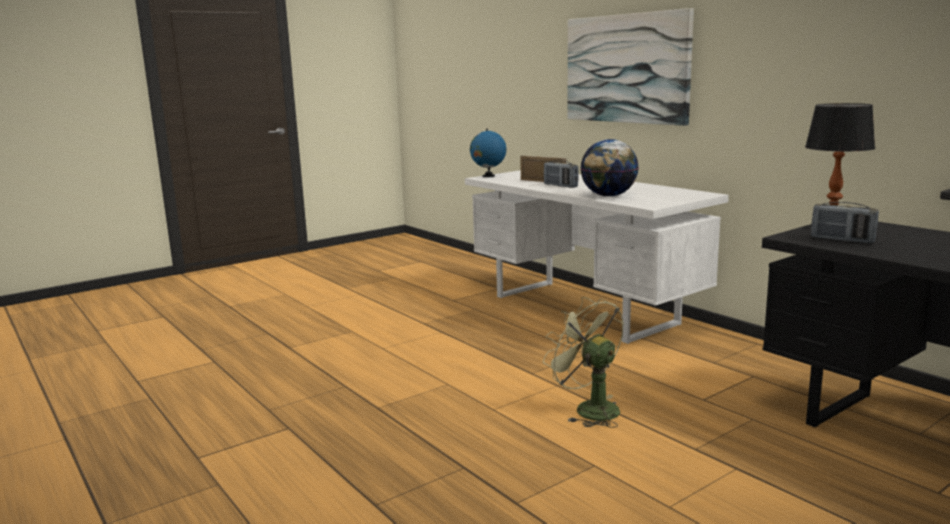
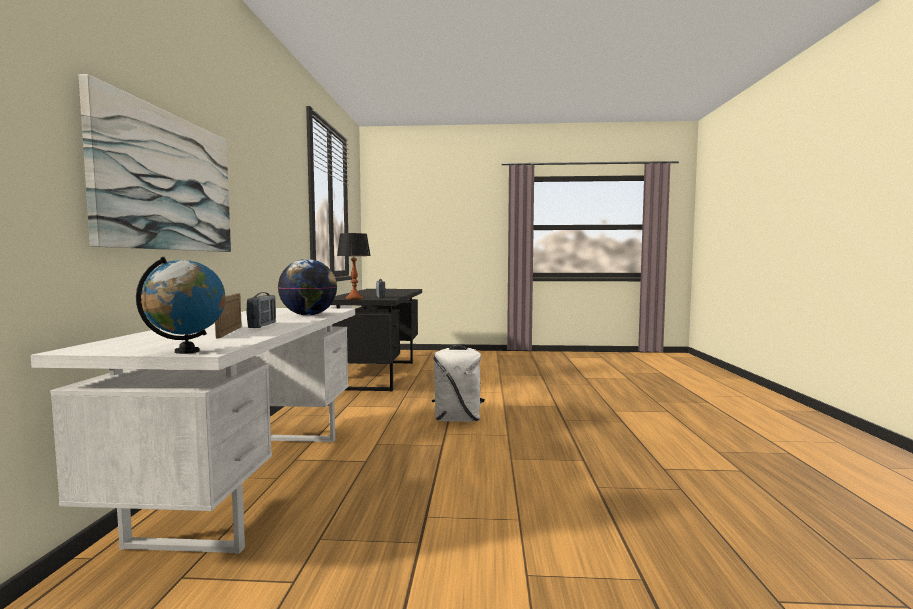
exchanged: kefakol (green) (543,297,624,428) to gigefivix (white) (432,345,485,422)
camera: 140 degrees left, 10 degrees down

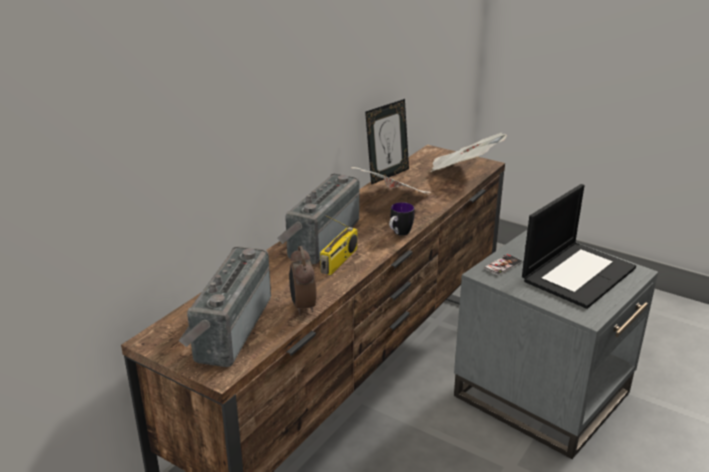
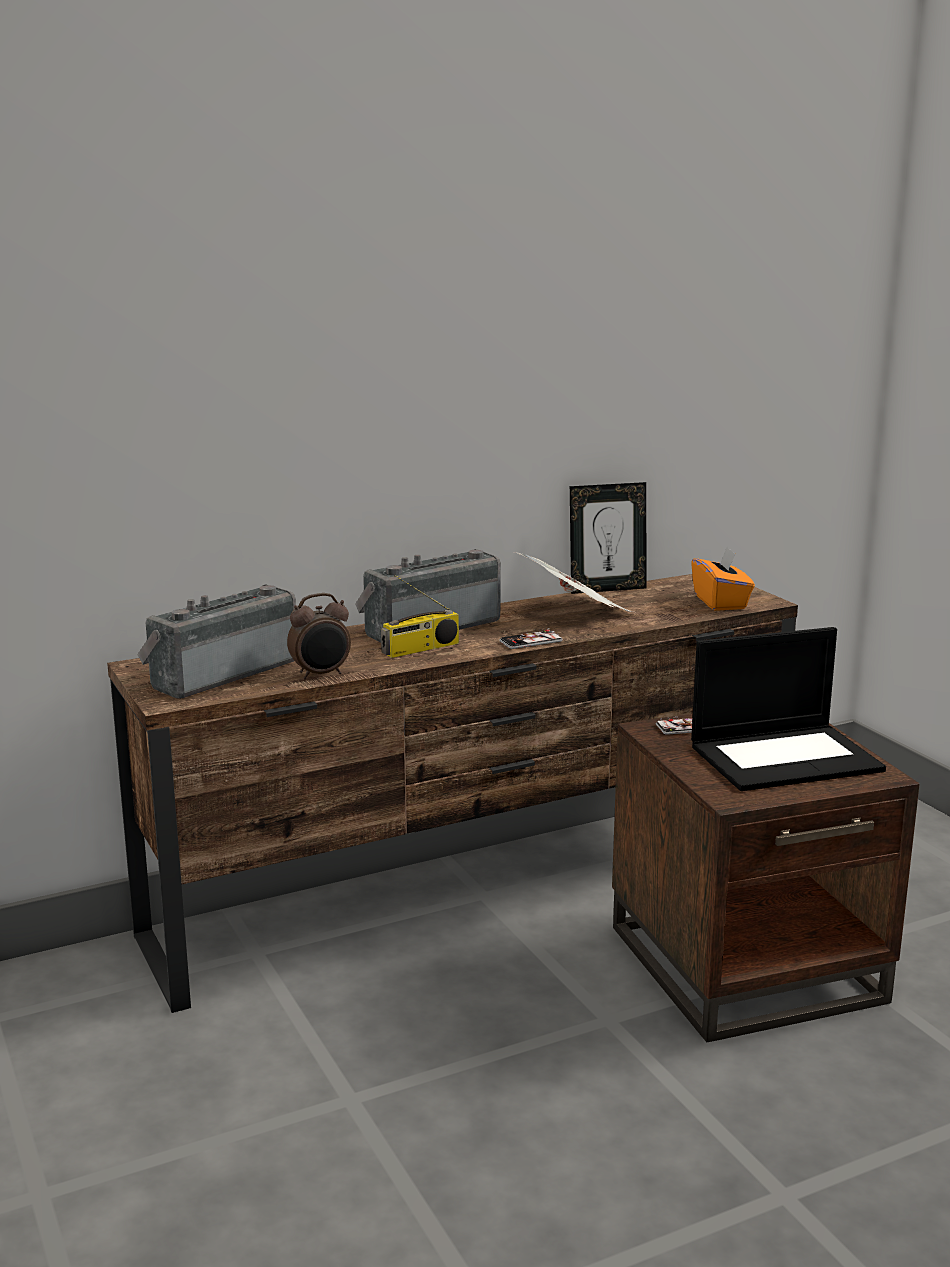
exchanged: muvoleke (389,202,415,236) to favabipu (499,628,563,649); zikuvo (430,132,507,172) to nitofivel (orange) (691,547,755,611)
colour: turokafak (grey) (454,229,658,459) to turokafak (brown) (612,714,920,1042)
spun: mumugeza (289,246,317,315) = (287,593,351,680) 135 degrees counterclockwise
camera: 30 degrees right, 10 degrees down

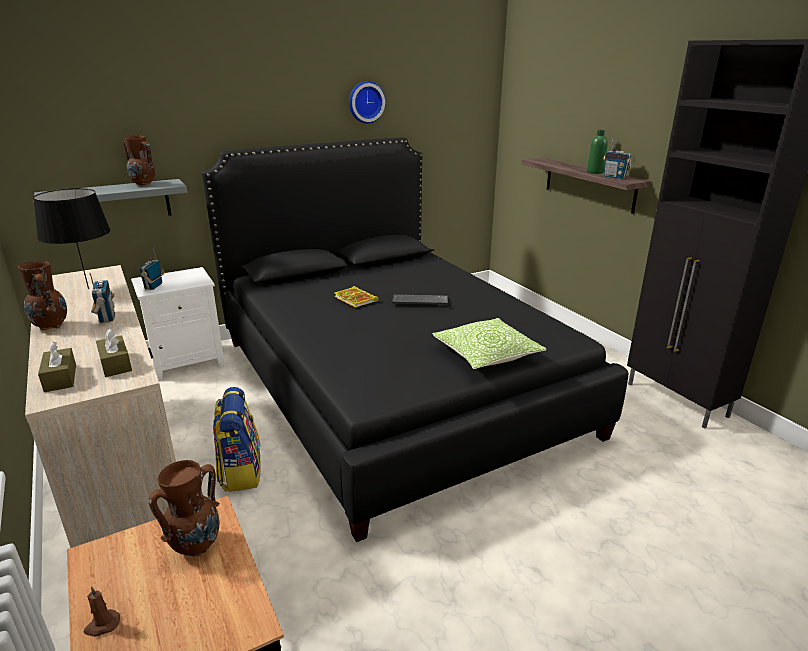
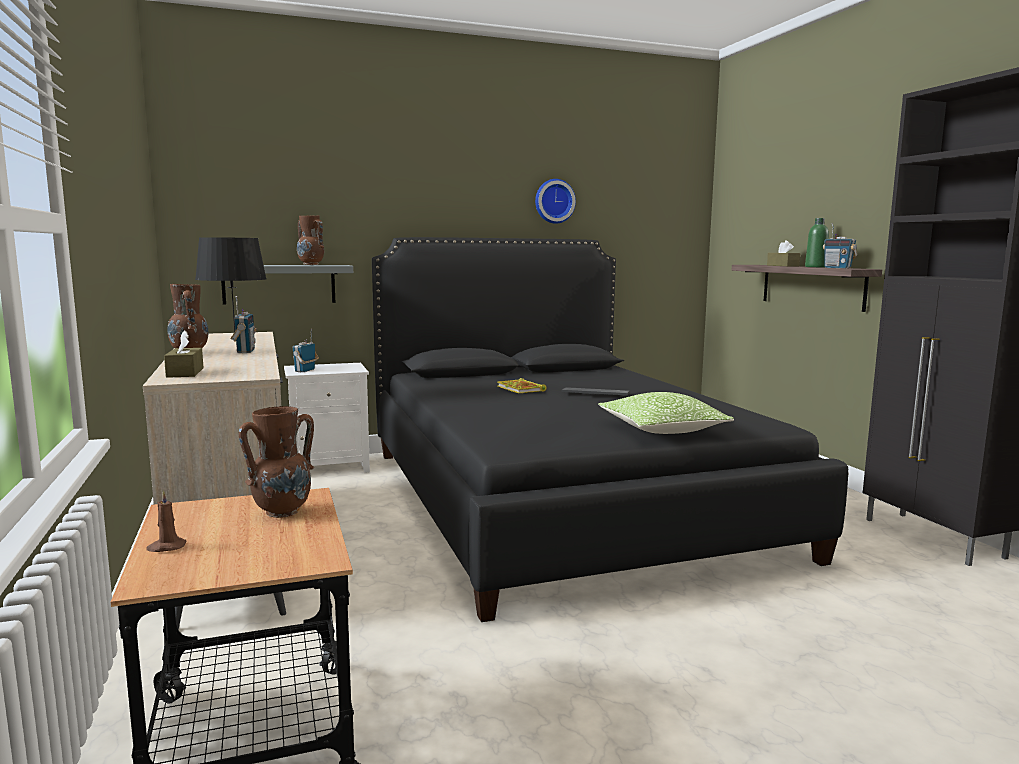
missing: gigefivix (213,387,261,492)
relocated: nitofivel (brown) (96,329,132,377) to (767,240,801,266)
camera: 10 degrees right, 15 degrees down

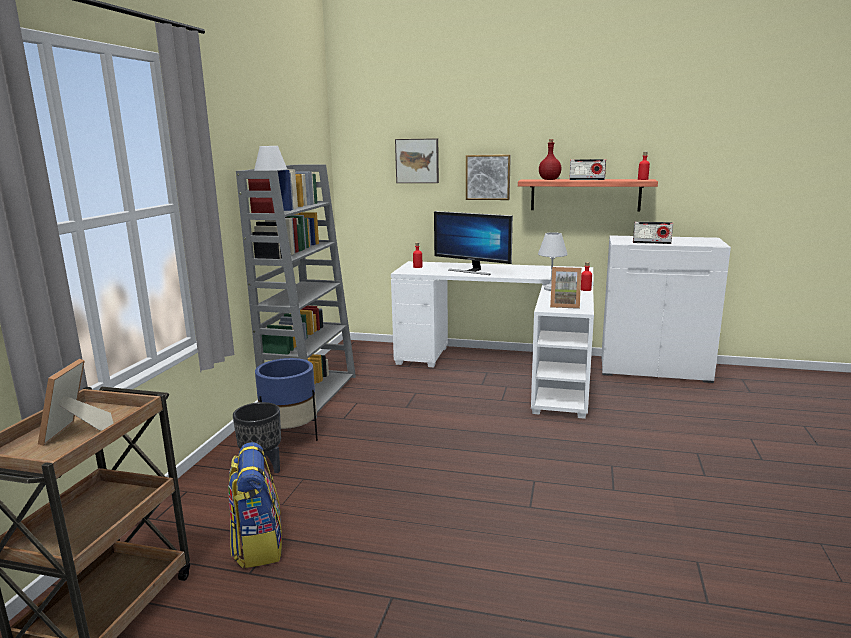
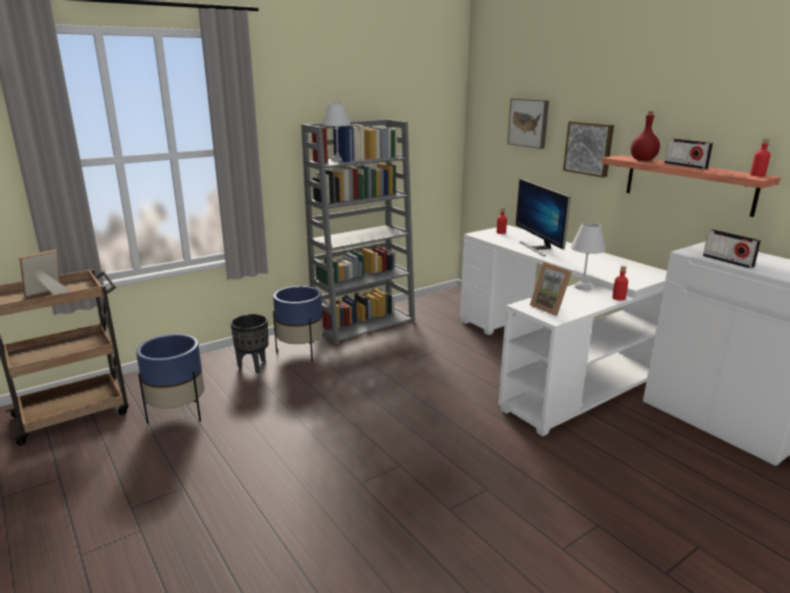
exchanged: gigefivix (228,442,282,568) to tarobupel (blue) (136,334,205,424)
camera: 40 degrees right, 5 degrees up

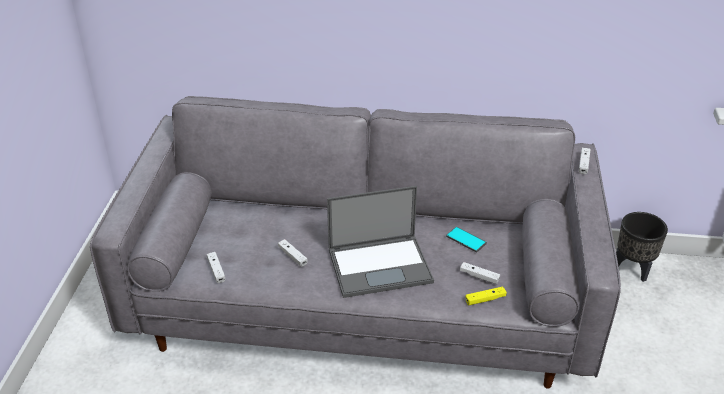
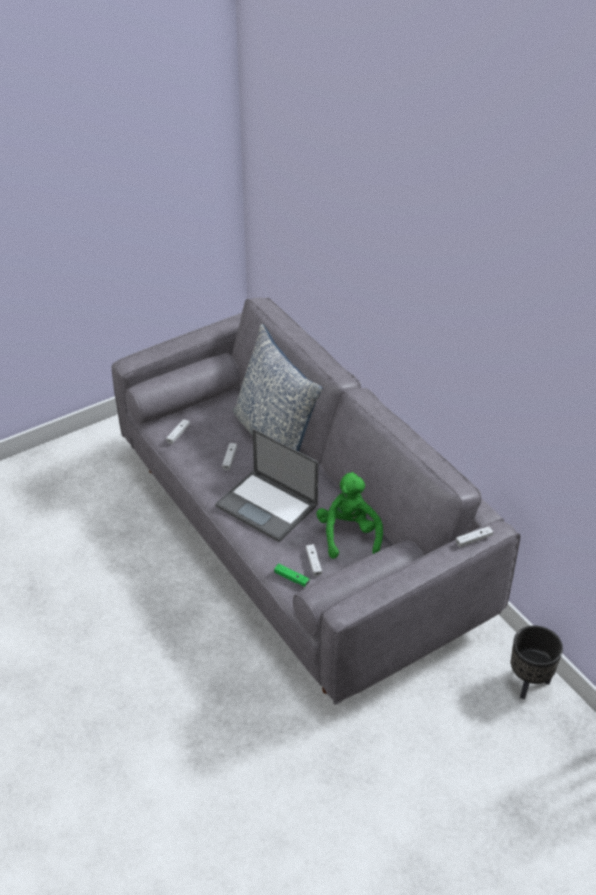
appeared: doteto (233,324,323,451)
exchanged: favabipu (446,227,487,252) to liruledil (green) (316,472,383,559)
colour: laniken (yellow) (465,286,507,305) to laniken (green) (274,564,309,587)
camera: 50 degrees right, 5 degrees up

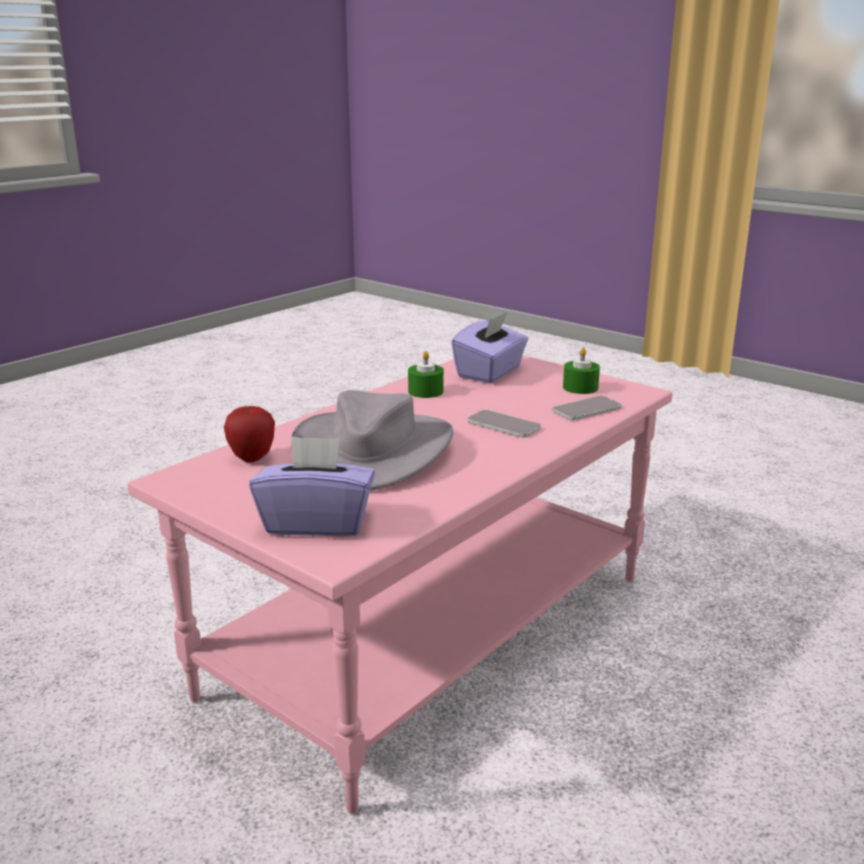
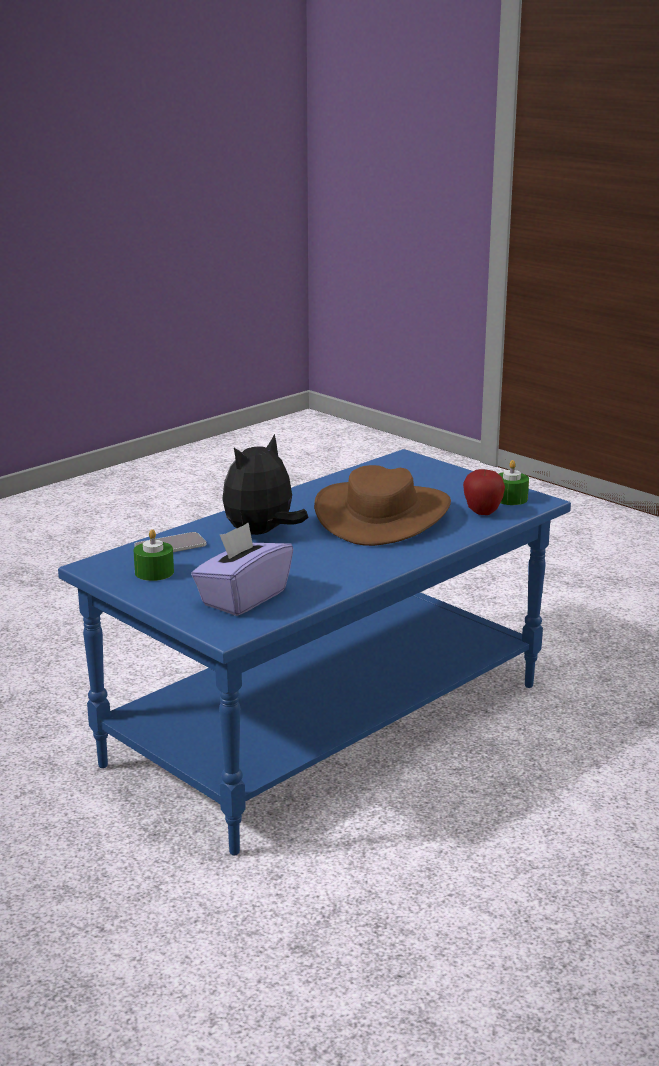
missing: nitofivel (purple) (249,436,375,537)
relocated: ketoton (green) (408,351,444,398) to (499,460,529,505)
exchanged: favabipu (467,409,541,437) to liruledil (222,434,308,535)
colour: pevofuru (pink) (127,355,672,814) to pevofuru (blue) (58,449,571,855); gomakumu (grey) (291,390,454,490) to gomakumu (brown) (314,465,451,546)
camera: 175 degrees left, 0 degrees up

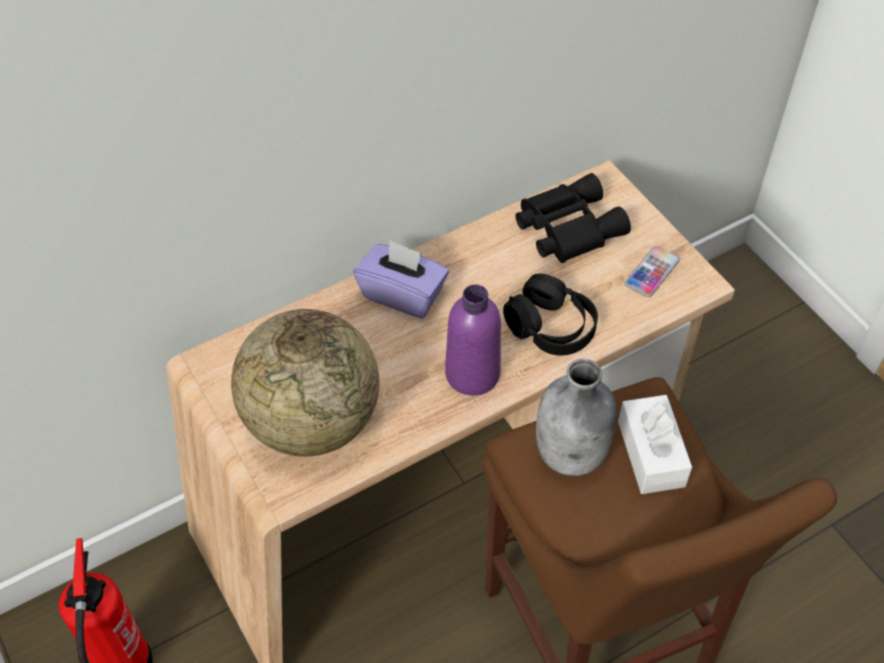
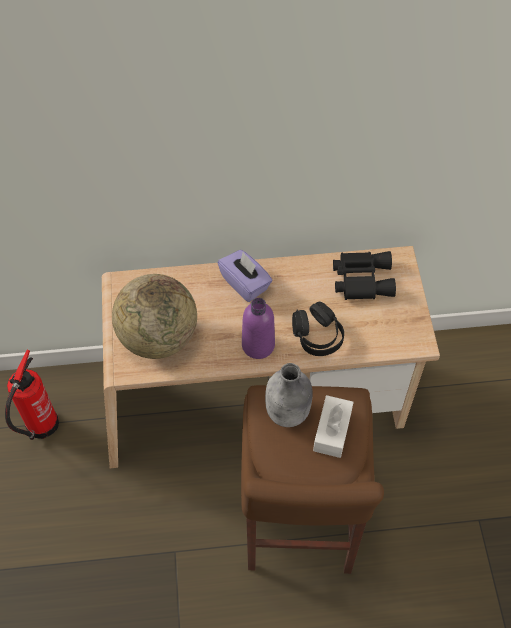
missing: favabipu (625,246,680,297)
camera: 25 degrees right, 5 degrees up

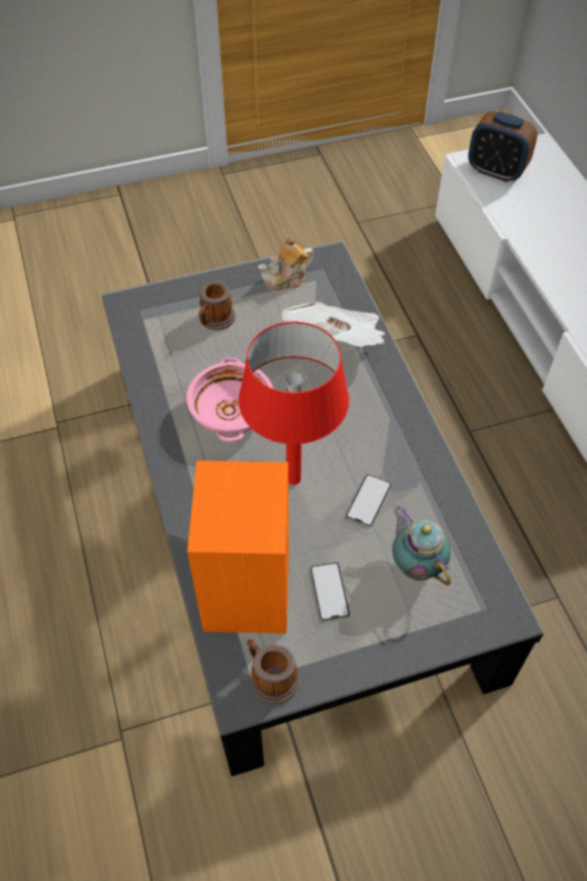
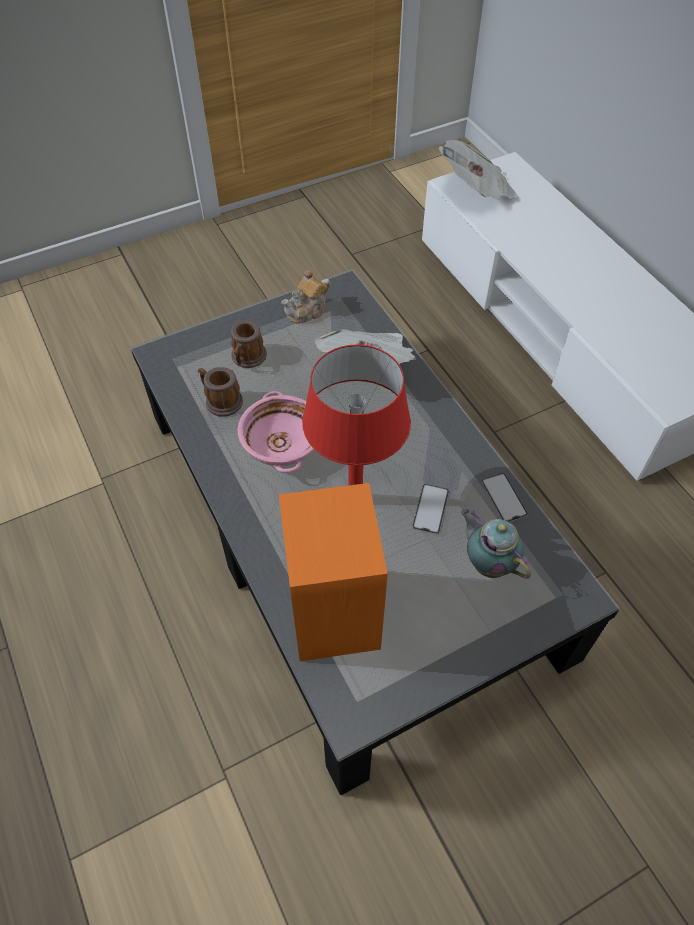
relocated: muvoleke (247,639,299,704) to (198,367,243,417); favabipu (310,562,350,621) to (481,473,528,522)
exchanged: mumugeza (468,111,537,183) to zikuvo (438,140,519,200)
camera: 10 degrees left, 0 degrees up

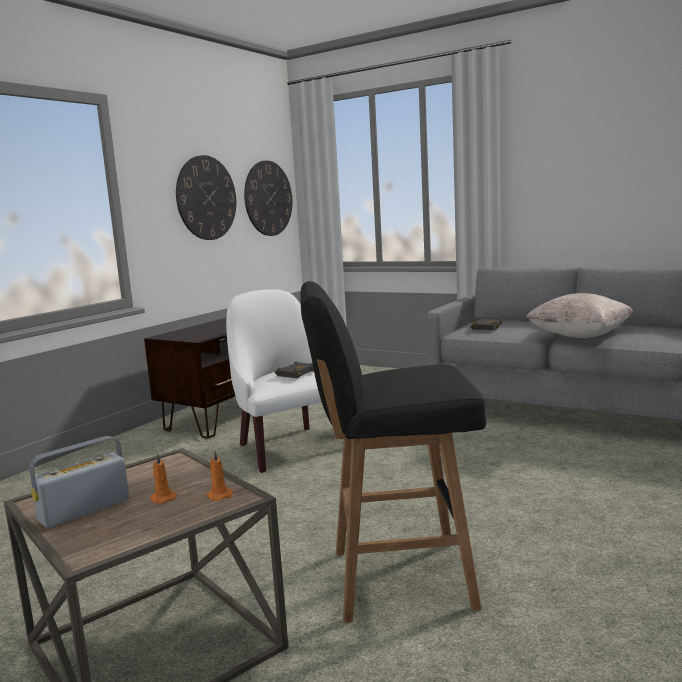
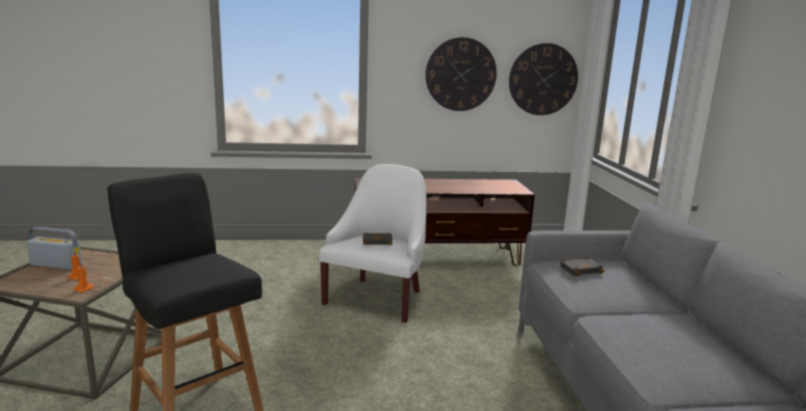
missing: doteto (beige) (526,293,633,338)
camera: 50 degrees right, 5 degrees up

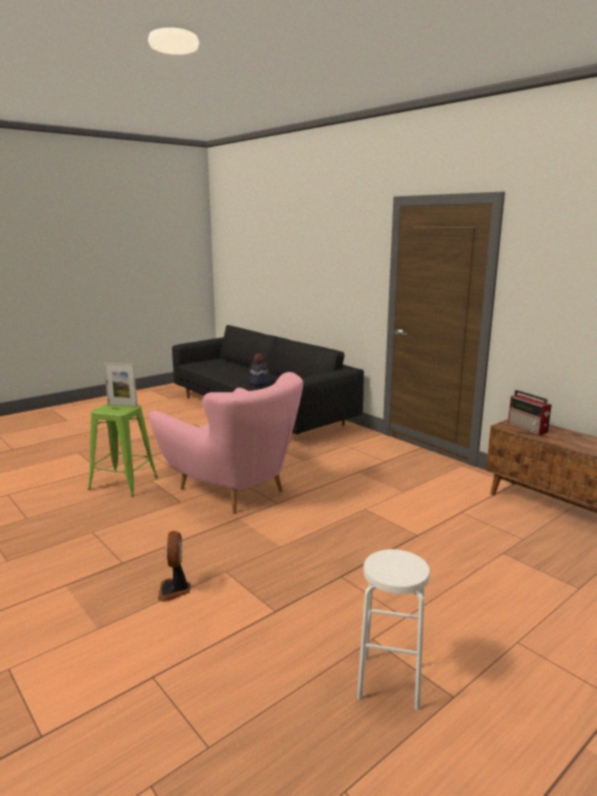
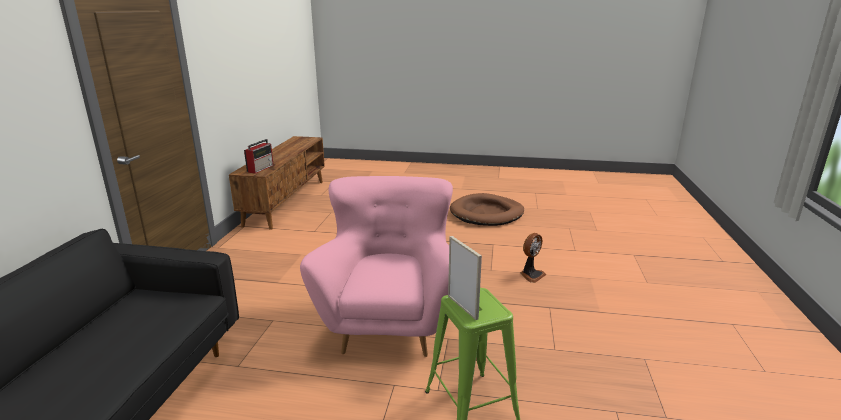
missing: gomakumu (248,353,270,386)
exchanged: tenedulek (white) (357,549,430,711) to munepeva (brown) (450,193,524,226)
camera: 130 degrees left, 5 degrees up

